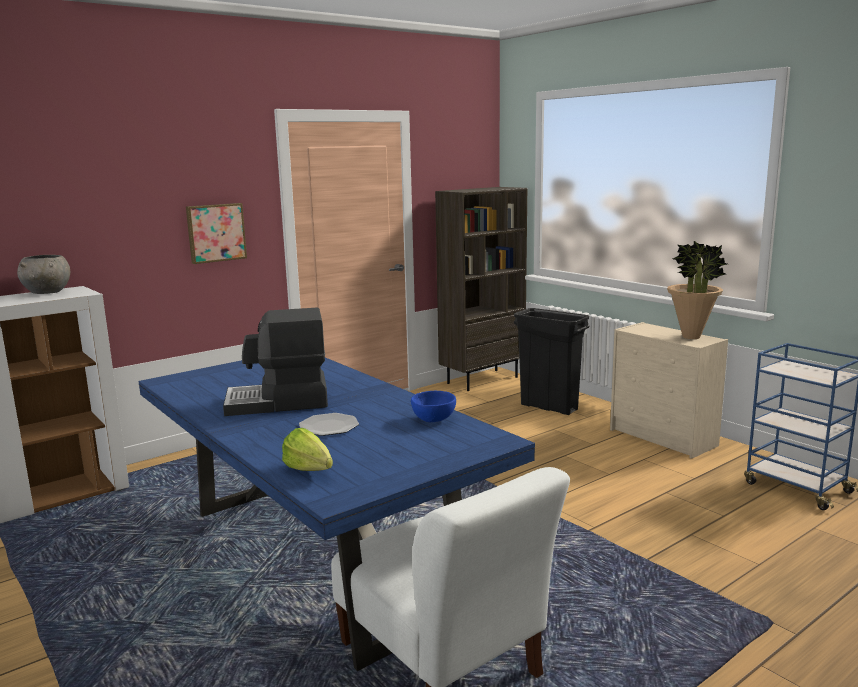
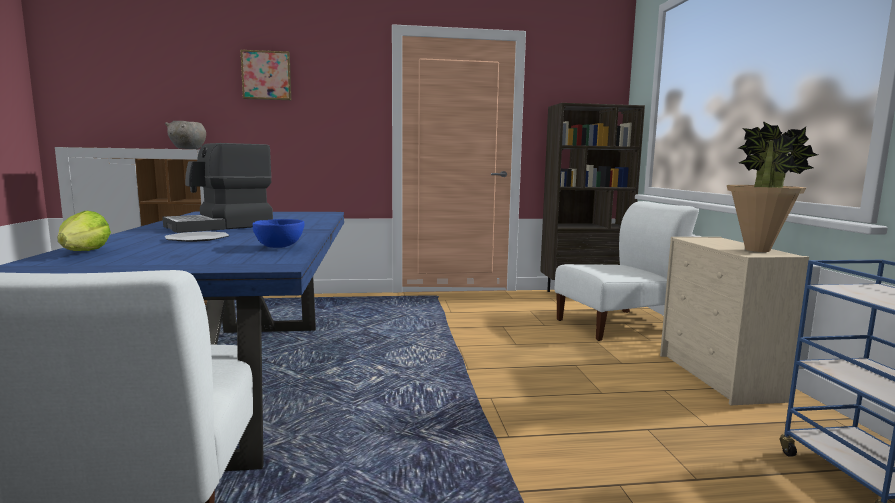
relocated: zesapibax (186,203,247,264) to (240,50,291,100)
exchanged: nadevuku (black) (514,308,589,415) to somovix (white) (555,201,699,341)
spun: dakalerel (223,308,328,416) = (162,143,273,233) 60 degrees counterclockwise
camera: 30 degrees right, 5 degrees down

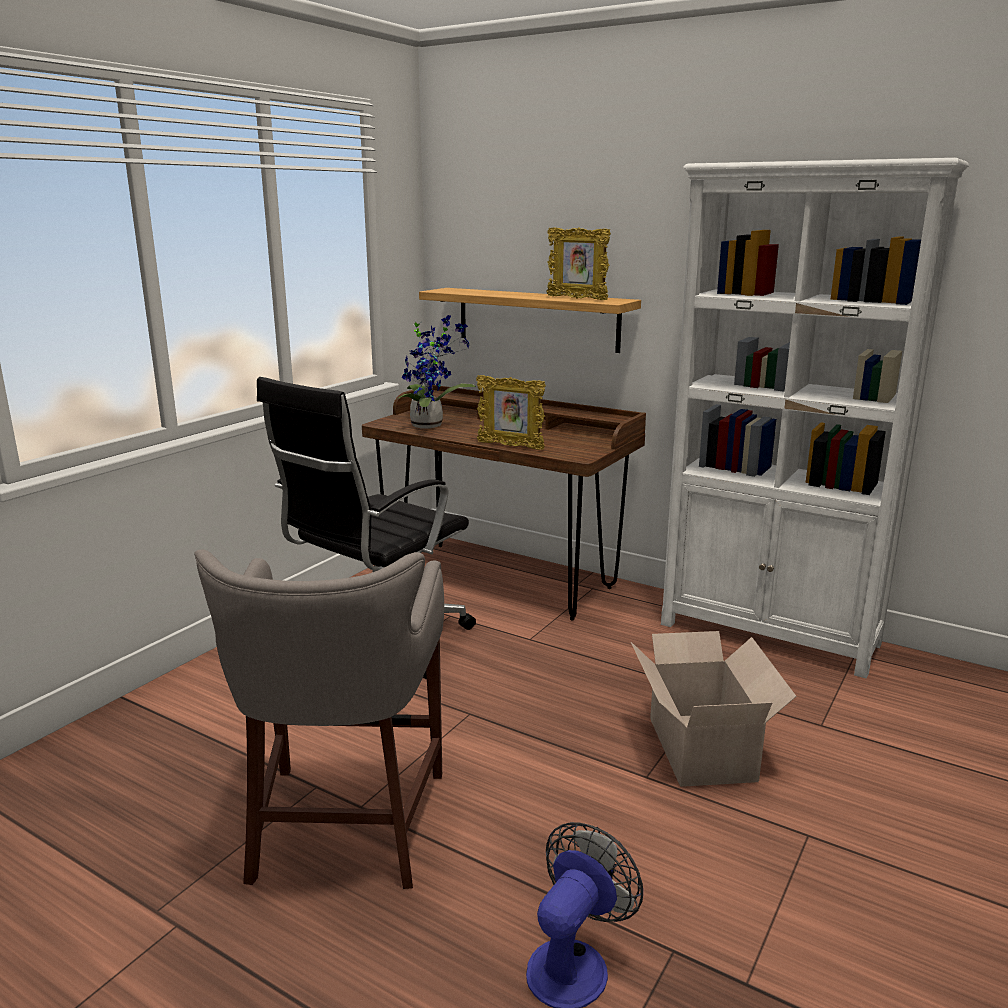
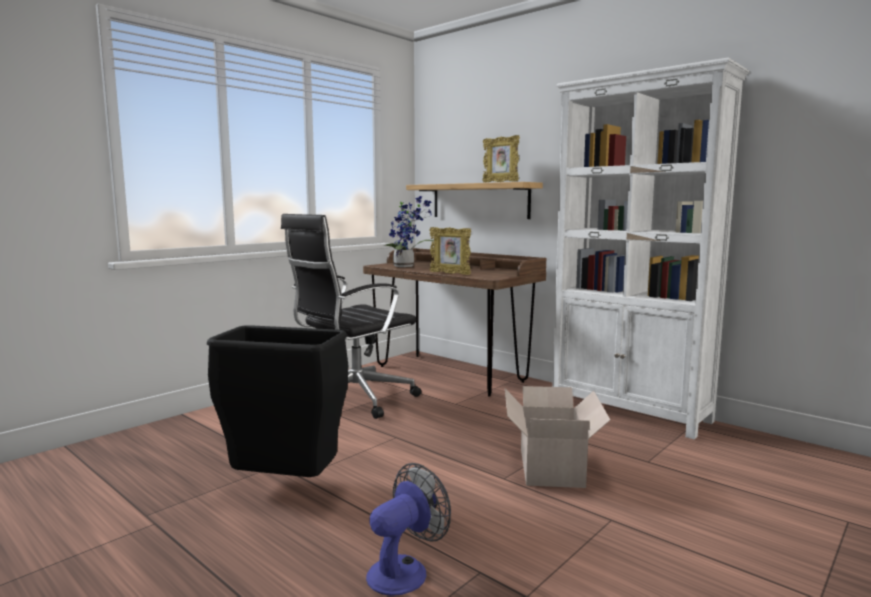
exchanged: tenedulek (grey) (194,550,444,889) to nadevuku (black) (207,325,348,477)
camera: 10 degrees right, 10 degrees down

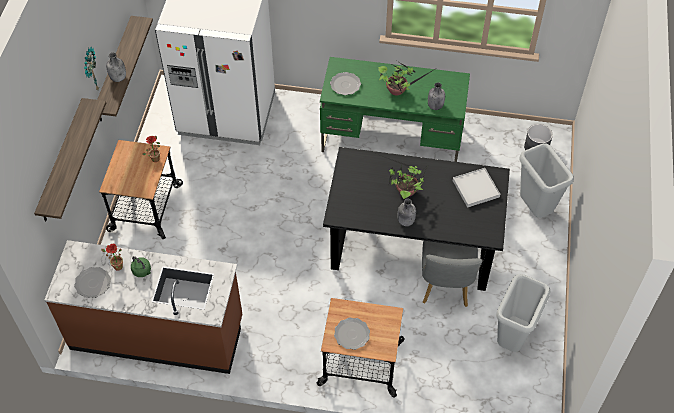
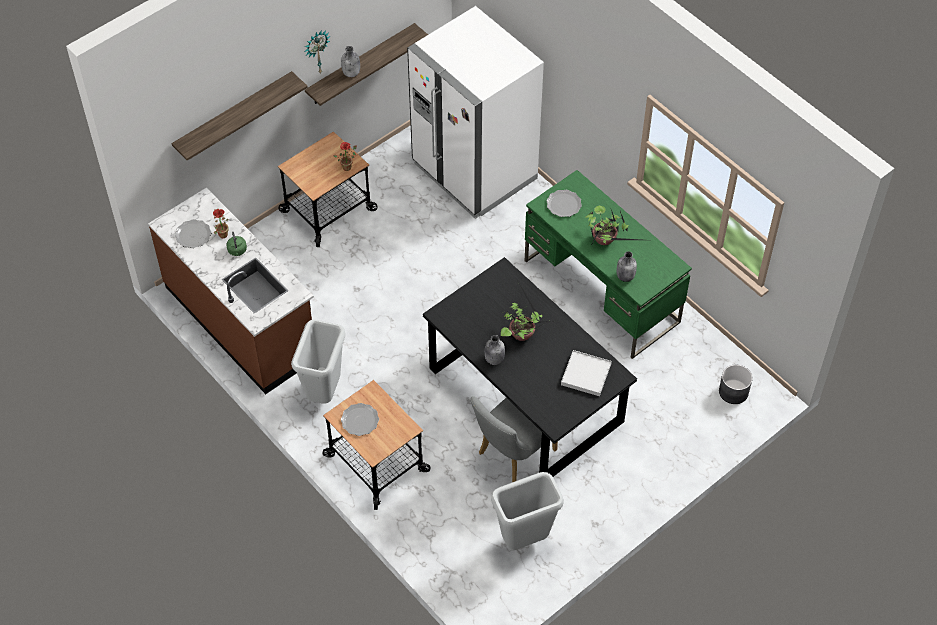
relocated: nadevuku (grey) (520,143,574,218) to (291,320,346,404)
camera: 40 degrees right, 0 degrees up

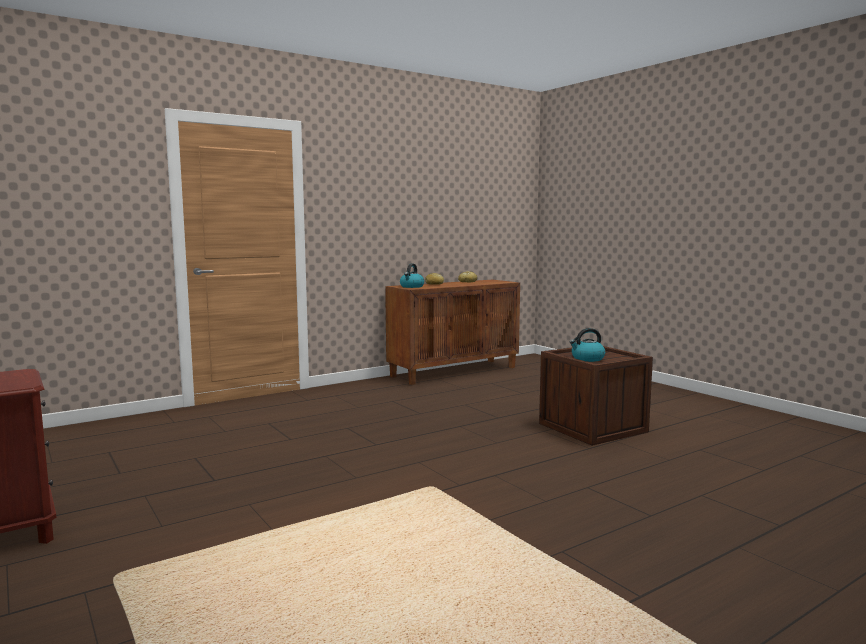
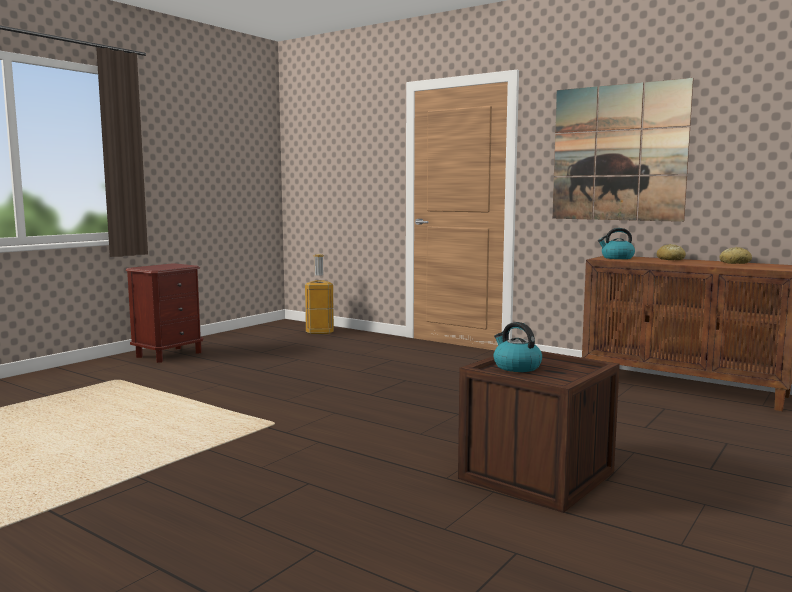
appeared: nadevuku (305,254,334,334); zesapibax (552,78,693,222)
camera: 70 degrees right, 0 degrees up

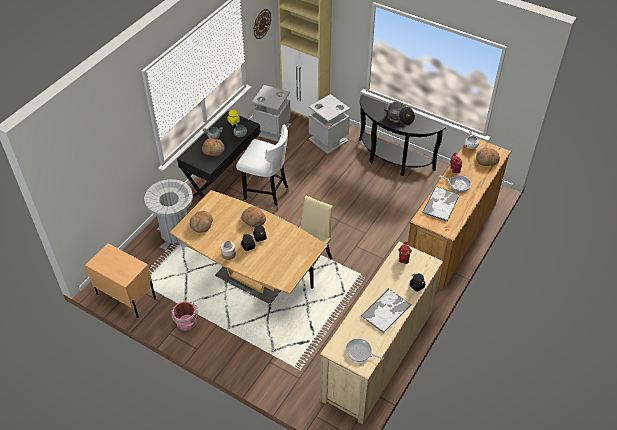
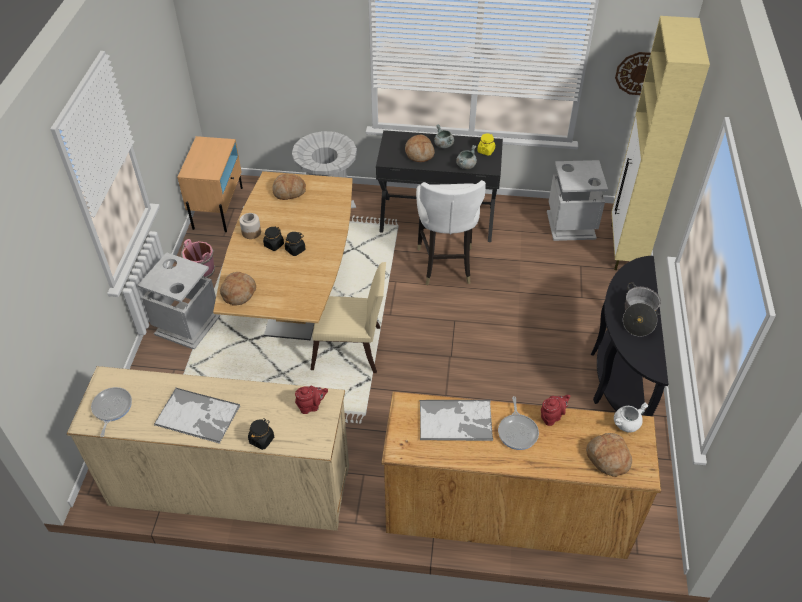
relocated: nadevuku (grey) (309,94,350,154) to (137,252,220,349); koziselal (241,206,266,227) to (220,272,256,306)
camera: 65 degrees right, 0 degrees up

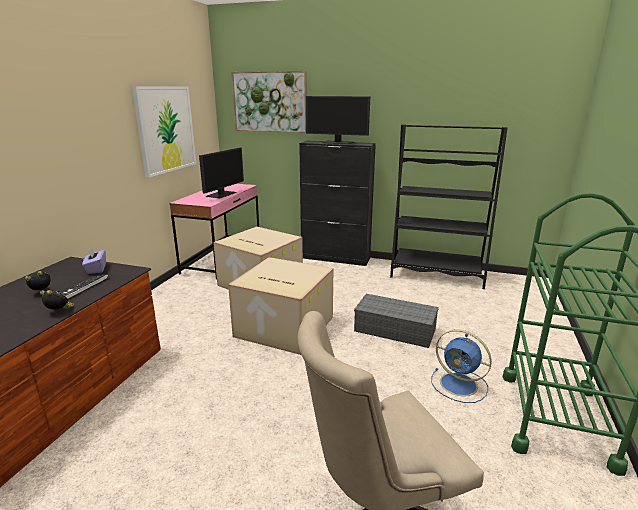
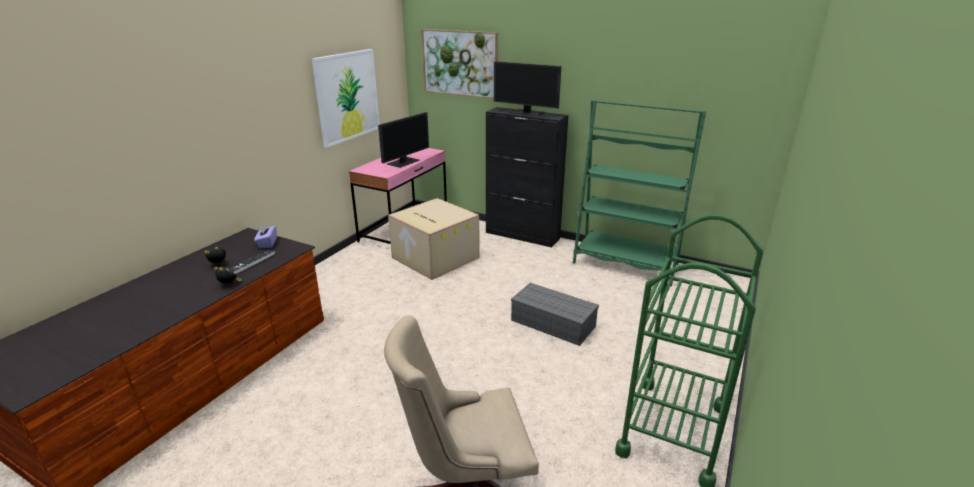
missing: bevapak (228,257,333,355); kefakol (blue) (431,329,492,403)
colour: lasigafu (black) (390,124,508,289) to lasigafu (green) (573,100,706,286)
camera: 10 degrees right, 5 degrees up

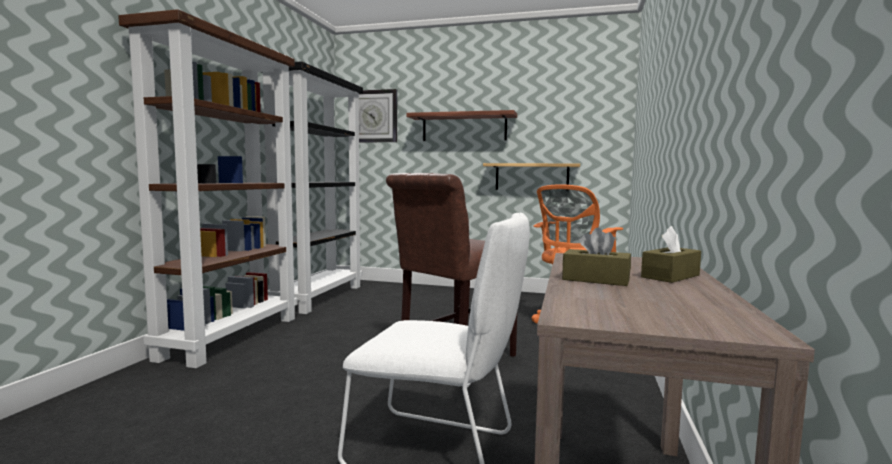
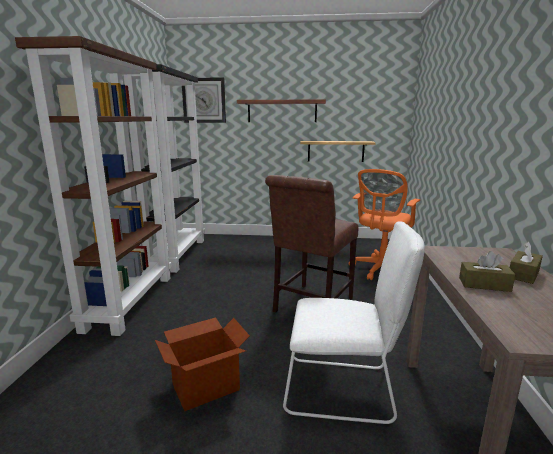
appeared: bevapak (155,317,250,411)
camera: 10 degrees left, 10 degrees up

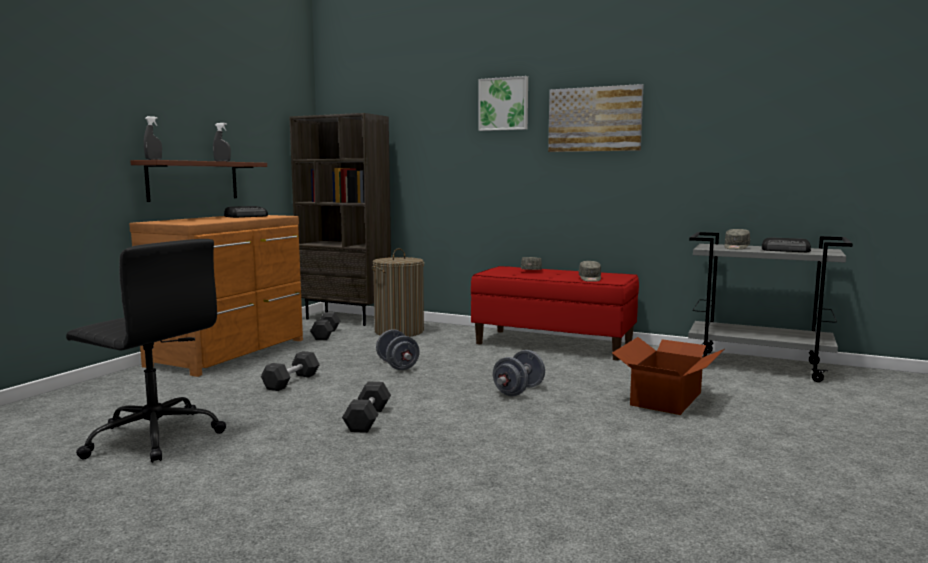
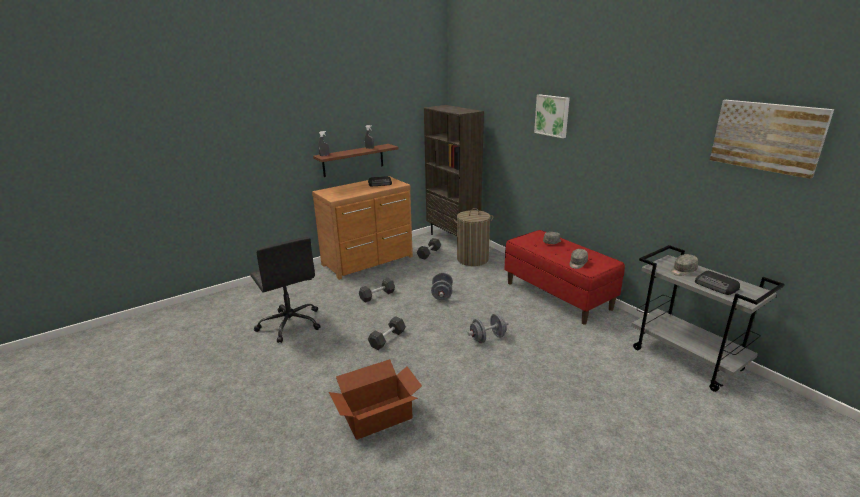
relocated: bevapak (612,337,724,415) to (329,359,422,440); zesapibax (548,84,644,152) to (710,100,834,179)
camera: 30 degrees right, 15 degrees up

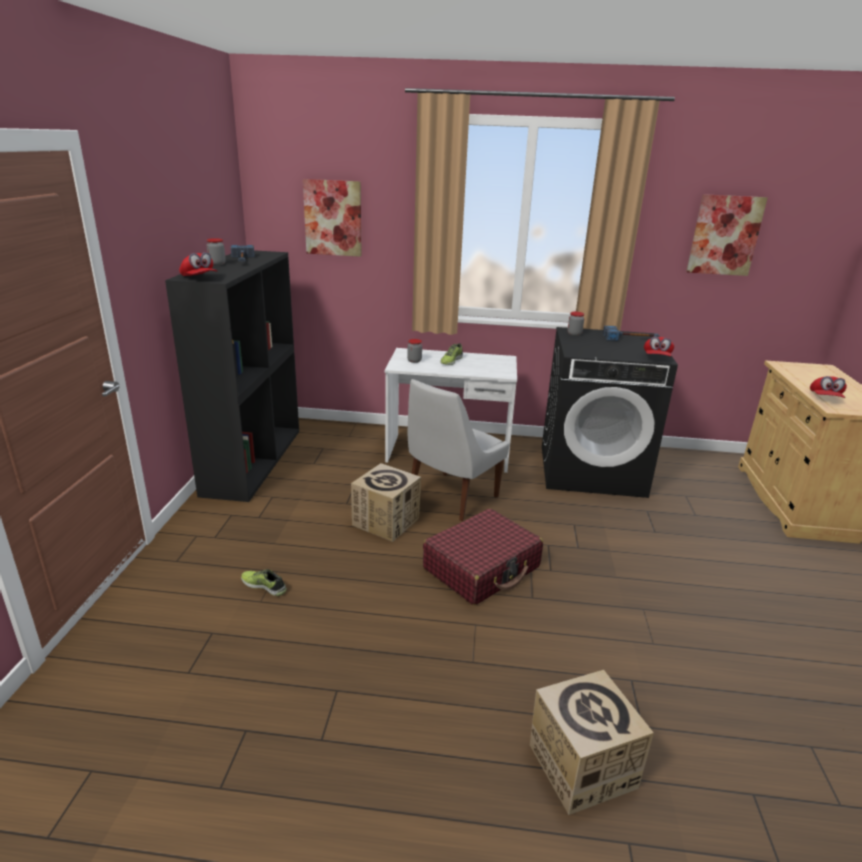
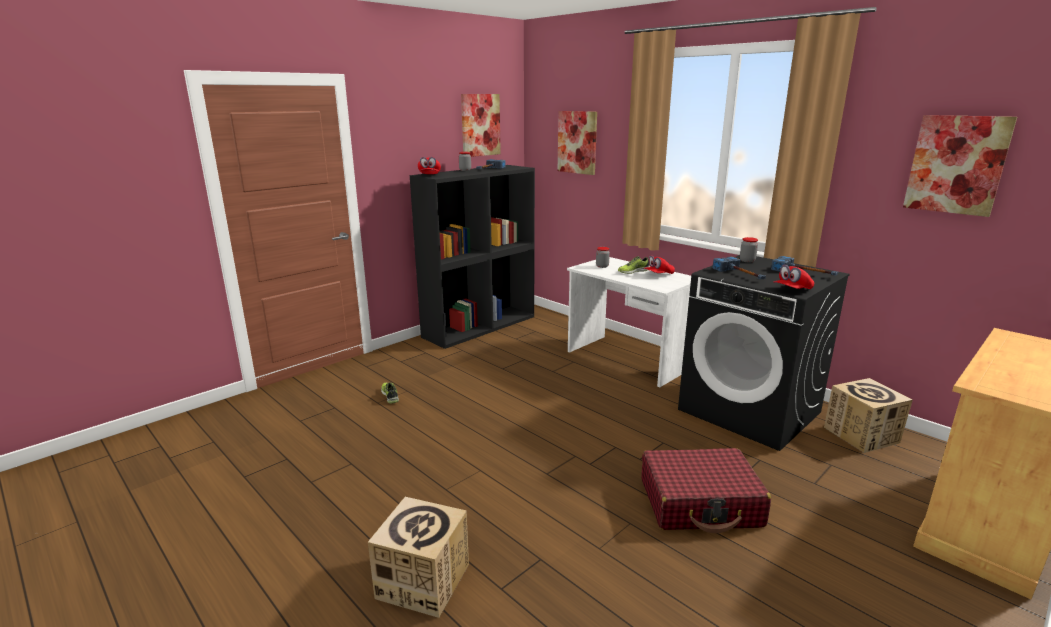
missing: somovix (white) (408,379,510,521)
appeared: zesapibax (461,94,501,157); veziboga (712,256,766,279)
relocated: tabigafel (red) (423,509,543,605) to (642,448,771,533); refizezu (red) (810,376,847,398) to (643,256,675,274); bevapak (351,463,421,542) to (824,378,913,453)
camera: 40 degrees right, 5 degrees down

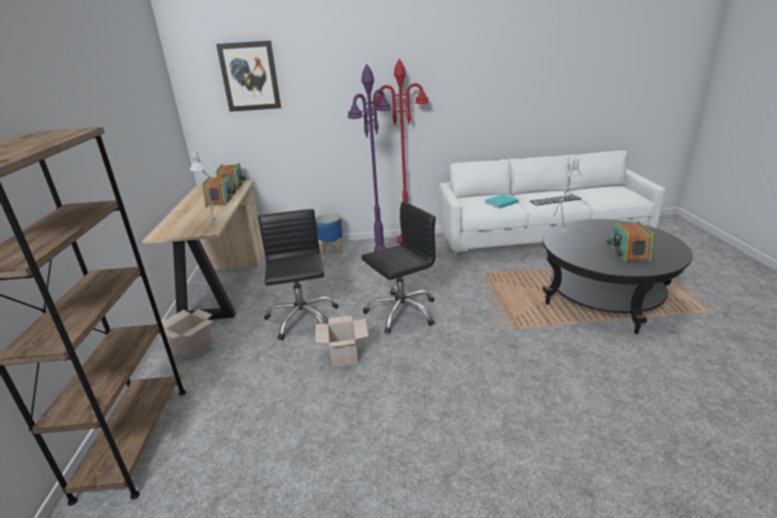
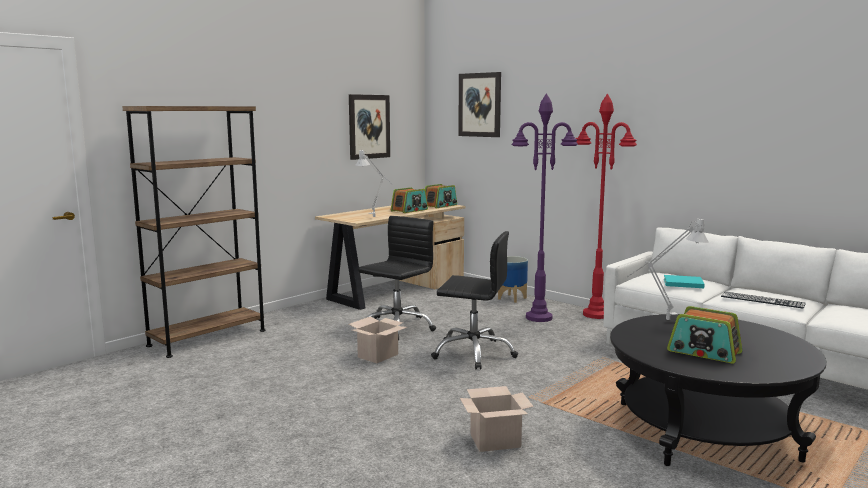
appeared: zesapibax (349,94,390,160)
relocated: bevapak (160,309,214,359) to (460,386,534,452)
spun: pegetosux (607,221,653,262) = (667,306,742,363) 105 degrees counterclockwise
camera: 45 degrees right, 15 degrees down

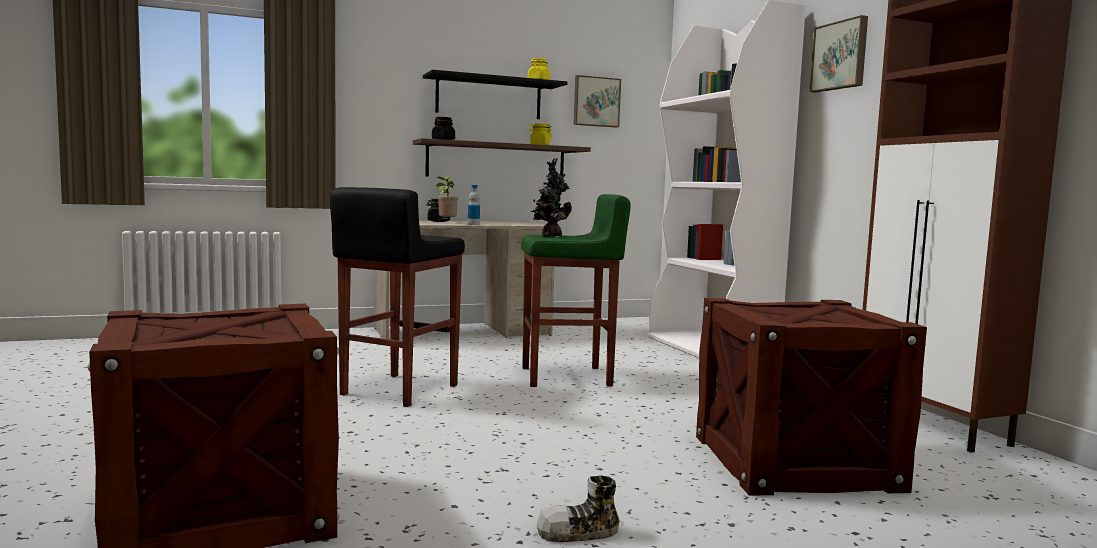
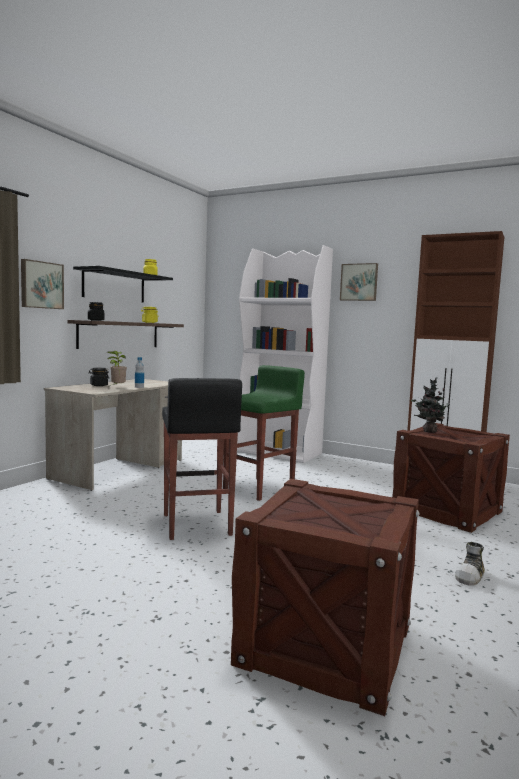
relocated: zesapibax (574,75,621,128) to (21,259,64,309); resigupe (531,158,572,237) to (411,377,453,433)
camera: 40 degrees left, 0 degrees up

